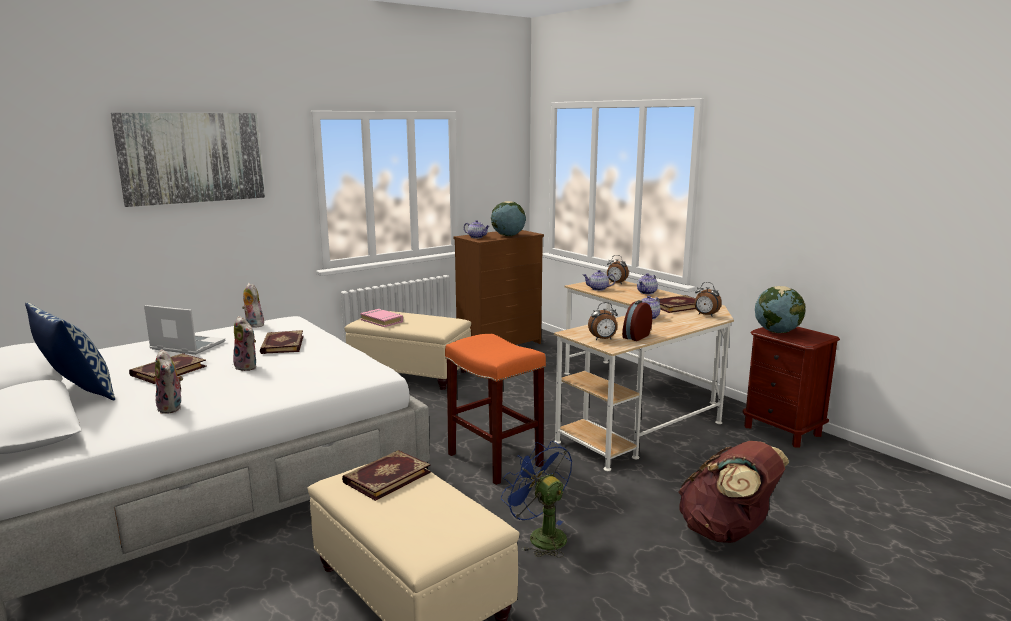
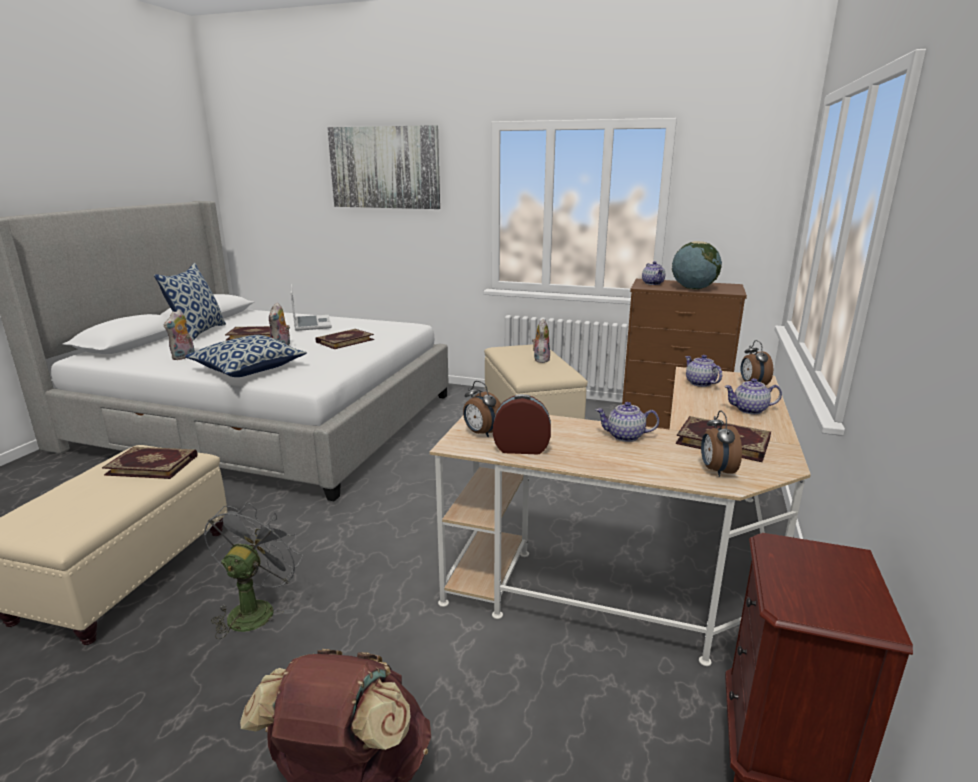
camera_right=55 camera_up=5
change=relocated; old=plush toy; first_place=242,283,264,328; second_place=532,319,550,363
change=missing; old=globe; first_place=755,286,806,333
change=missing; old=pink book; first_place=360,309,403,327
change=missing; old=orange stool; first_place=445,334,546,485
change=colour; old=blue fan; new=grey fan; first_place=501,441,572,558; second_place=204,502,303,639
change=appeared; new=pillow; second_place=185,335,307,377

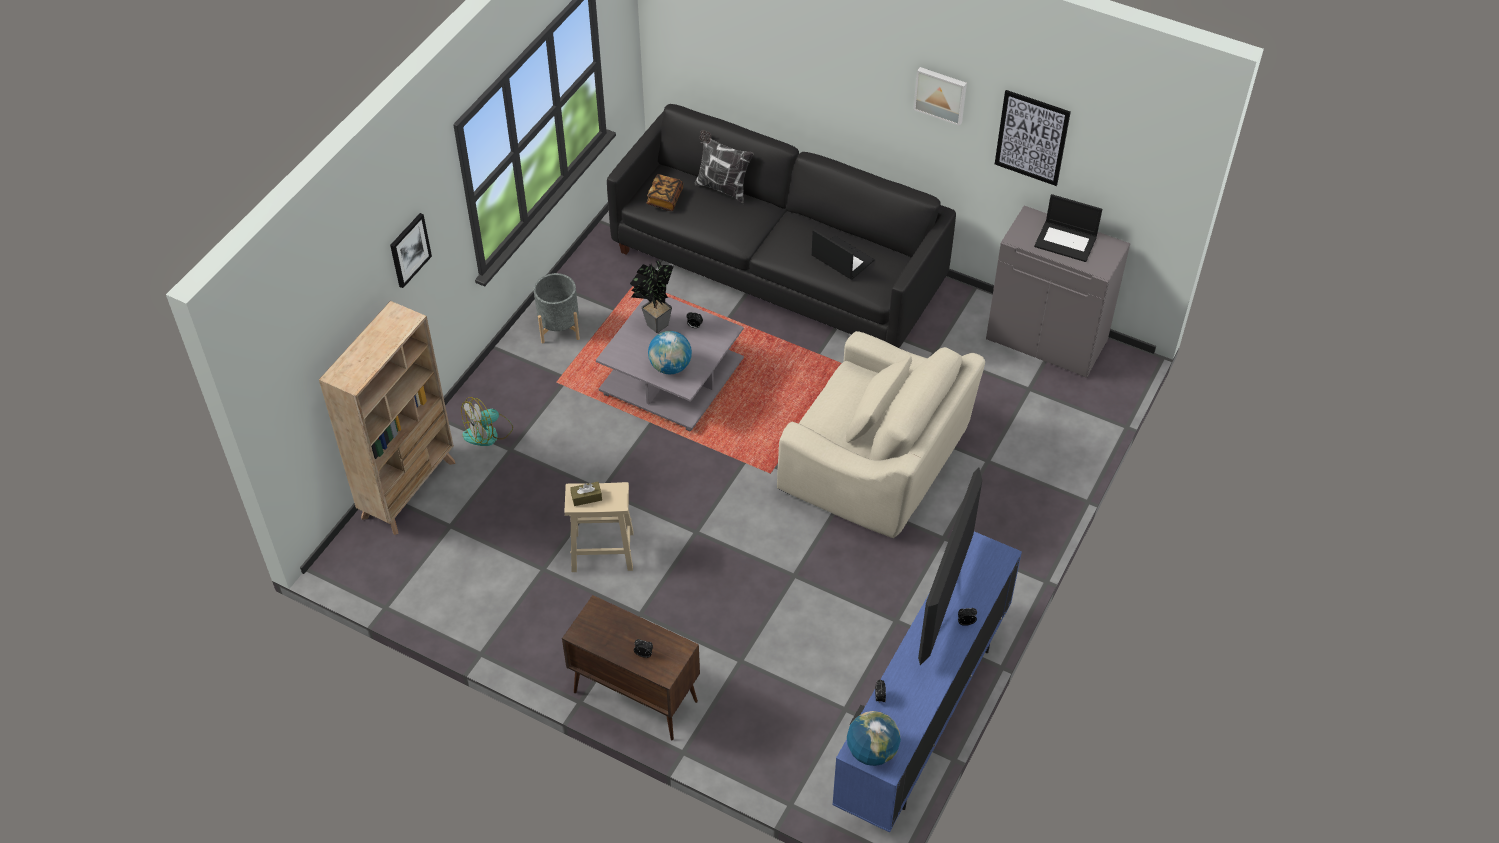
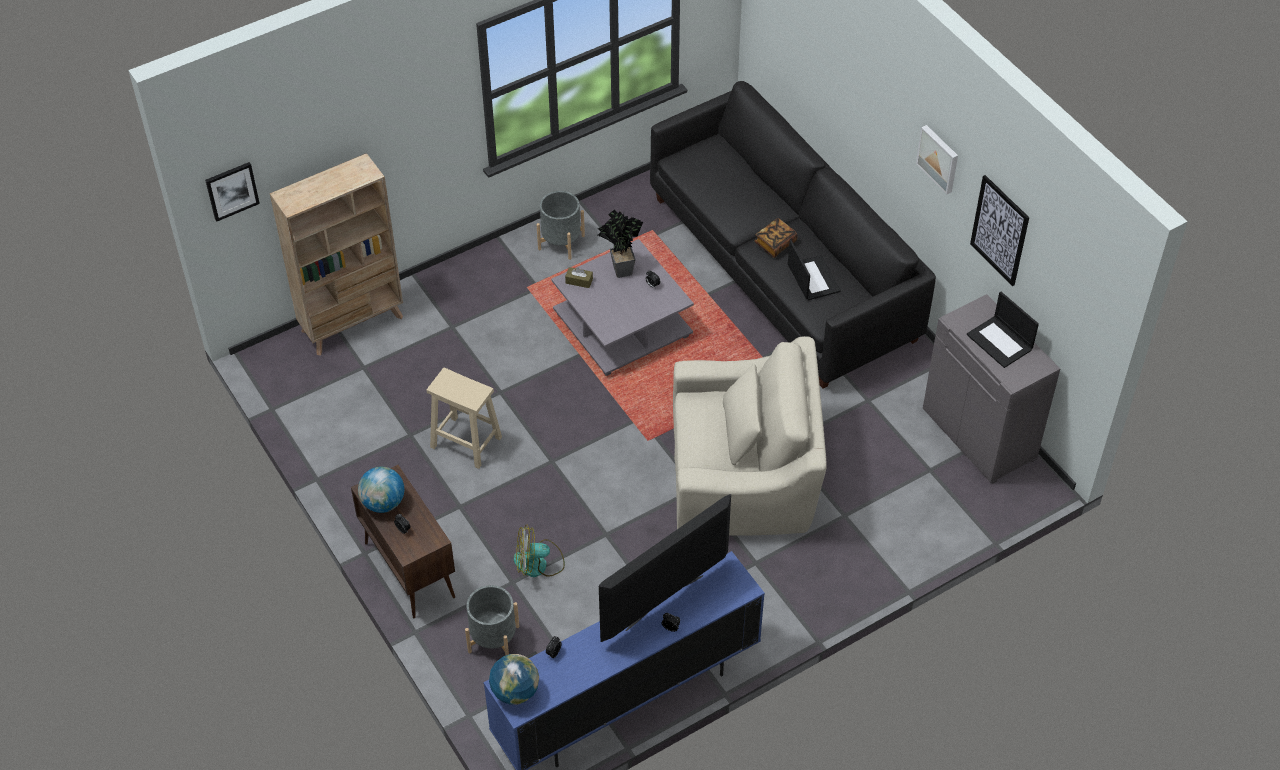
camera_right=30 camera_up=0
change=missing; old=pillow; first_place=695,130,754,204
change=relocated; old=book; first_place=646,174,683,211; second_place=755,218,798,258
change=relocated; old=picture; first_place=390,213,432,288; second_place=205,162,260,222
change=relocated; old=globe; first_place=648,331,692,374; second_place=358,467,404,513
change=spun; old=beige armchair; first_place=777,331,985,539; second_place=673,336,826,536; degrees=-60
change=relocated; old=fan; first_place=461,397,513,446; second_place=514,525,565,577
change=relocated; old=brown tissue box; first_place=570,482,602,506; second_place=565,267,593,288
change=appeared; new=grey planter; second_place=465,585,519,656

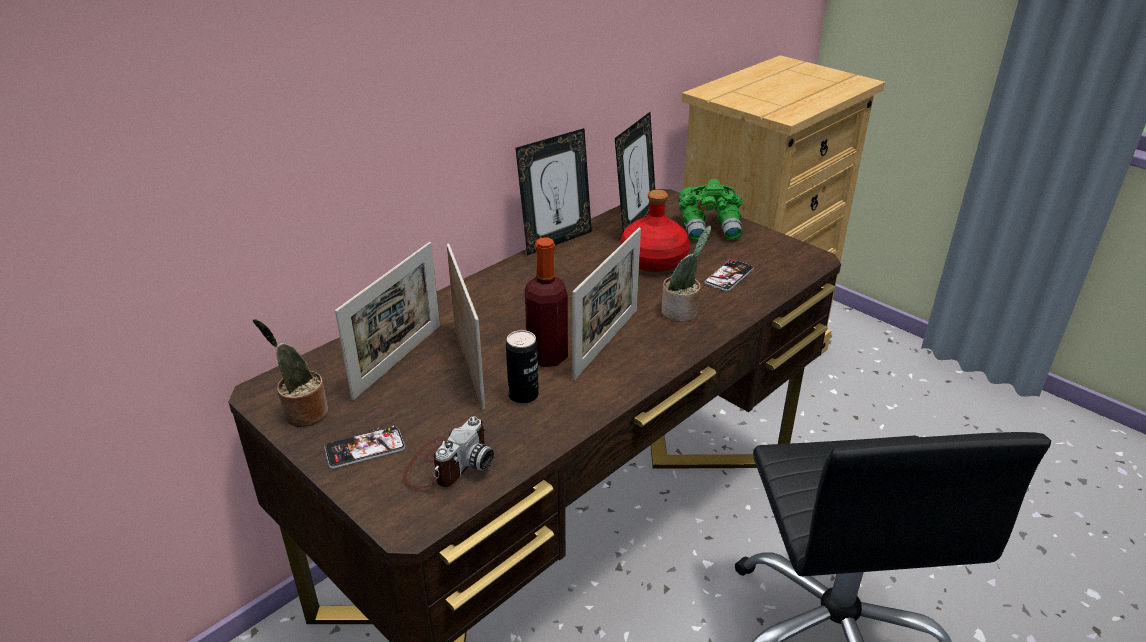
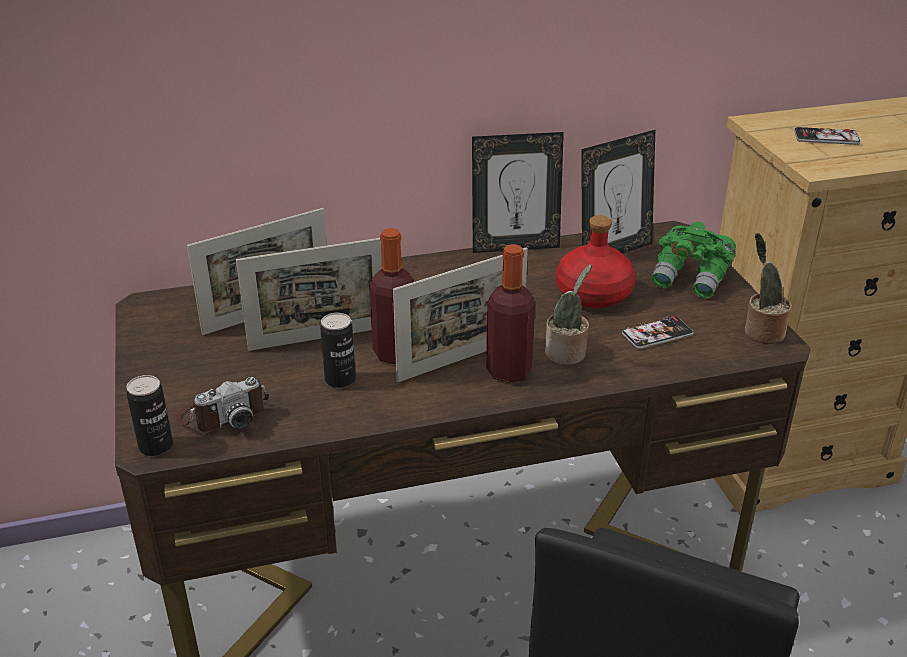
camera_right=30 camera_up=0
change=spun; old=picture frame; first_place=447,243,485,410; second_place=236,238,382,351; degrees=60
change=relocated; old=potted plant; first_place=253,319,328,427; second_place=745,233,791,344
change=relocated; old=phone; first_place=324,426,405,469; second_place=794,126,861,145
change=appeared; new=bottle; second_place=486,244,535,383
change=appeared; new=can; second_place=126,375,173,456

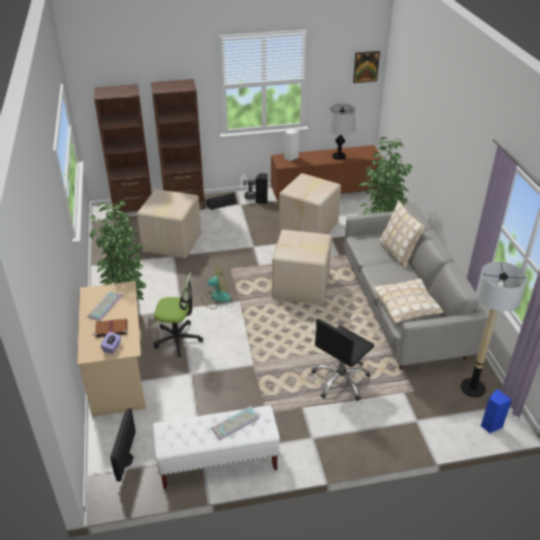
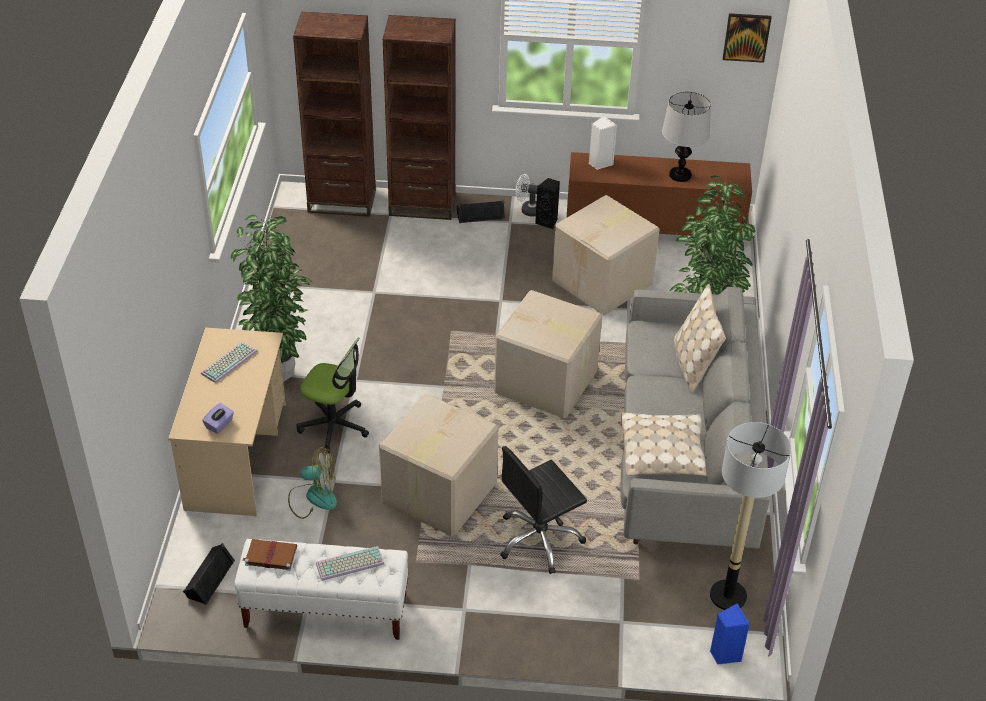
camera_right=15 camera_up=5
change=relocated; old=cardboard box; first_place=137,189,201,259; second_place=379,394,498,536
change=relocated; old=fan; first_place=201,265,231,309; second_place=288,447,337,519
change=relocated; old=brown book; first_place=92,319,127,338; second_place=243,539,297,571
change=exchanged; old=monitor; new=black speaker; first_place=110,408,136,481; second_place=183,543,235,605

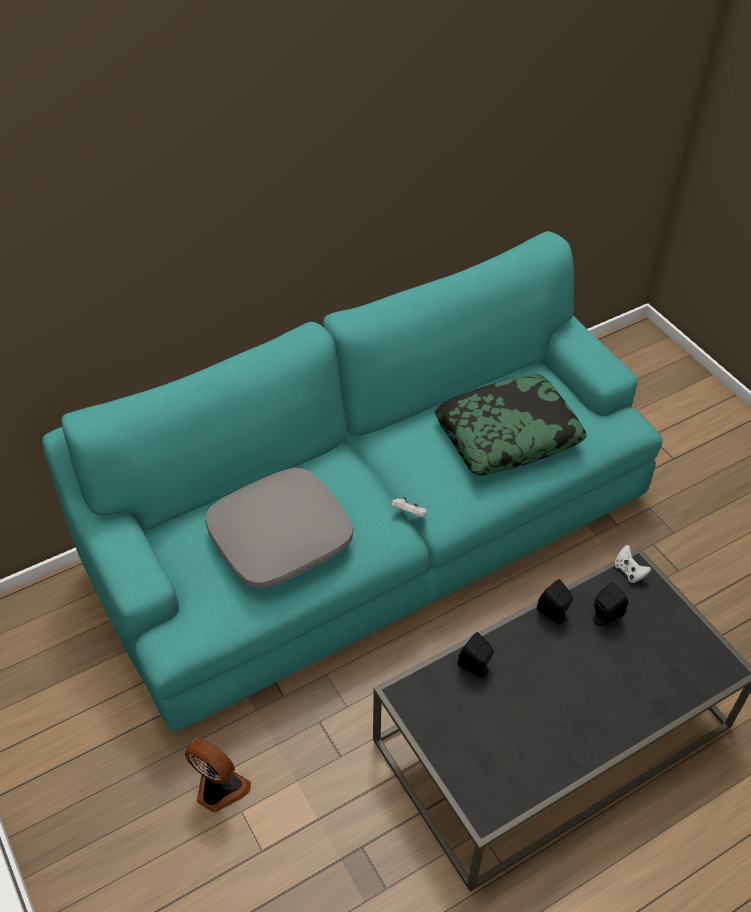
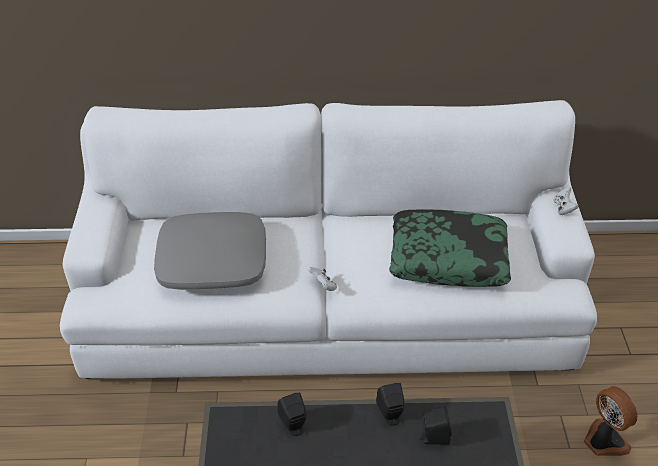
camera_right=30 camera_up=-5
change=colour; old=turquoise sofa; new=white sofa; first_place=42,231,662,731; second_place=60,100,597,379
change=relocated; old=white game controller; first_place=614,545,651,583; second_place=554,187,578,215
change=relocated; old=fan; first_place=185,738,251,813; second_place=584,386,637,456

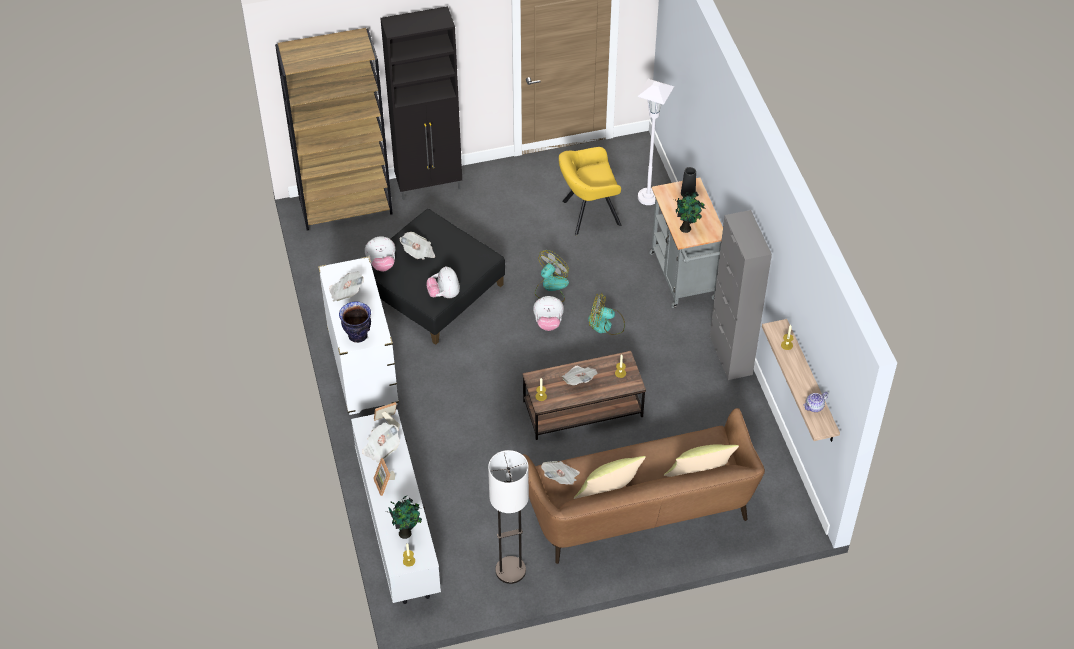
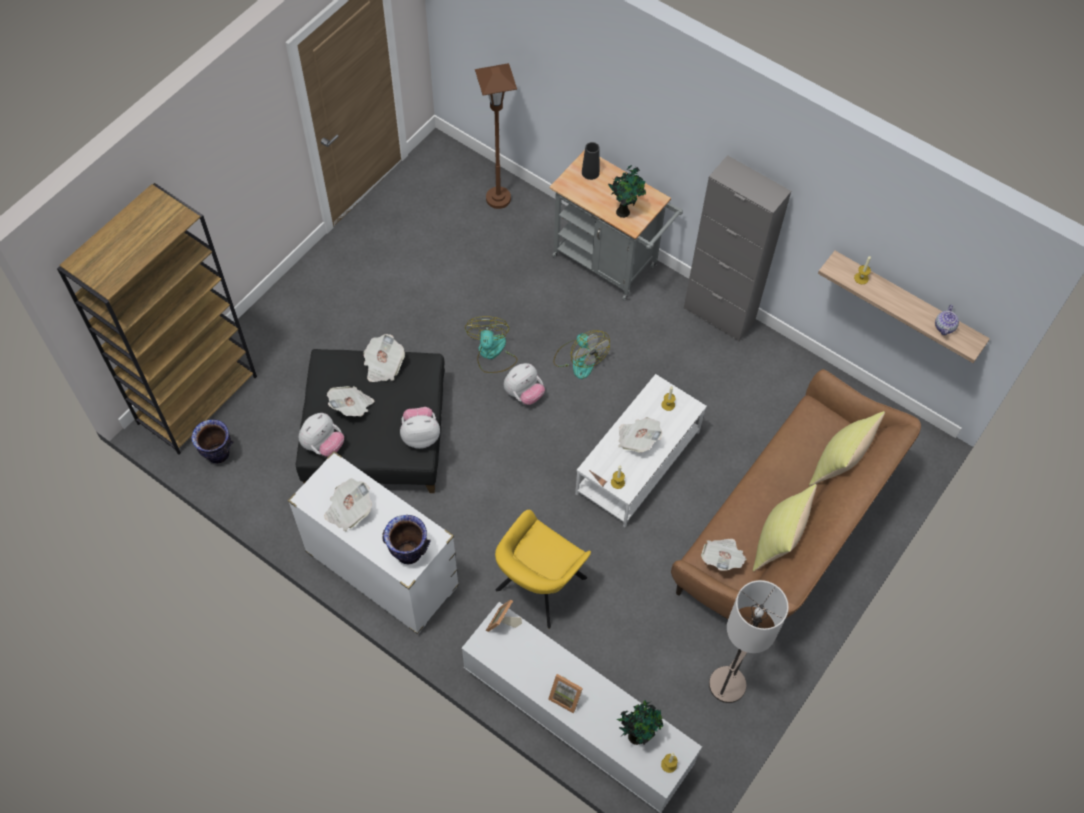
camera_right=-40 camera_up=10
change=missing; old=black cabinet; first_place=380,6,462,200
change=colour; old=white floor lamp; new=brown floor lamp; first_place=638,79,674,205; second_place=475,63,517,209
change=relocated; old=yellow armchair; first_place=559,147,621,235; second_place=495,510,591,629
change=spun; old=plush toy; first_place=427,266,460,298; second_place=400,407,440,449; degrees=135
change=spun; old=fan; first_place=588,293,625,335; second_place=553,330,610,379; degrees=-90
change=colour; old=brown coffee table; new=white coffee table; first_place=522,351,646,440; second_place=575,374,707,527
change=relocated; old=newspaper; first_place=362,422,400,463; second_place=363,334,405,382
change=appeared; new=vase; second_place=192,419,234,464

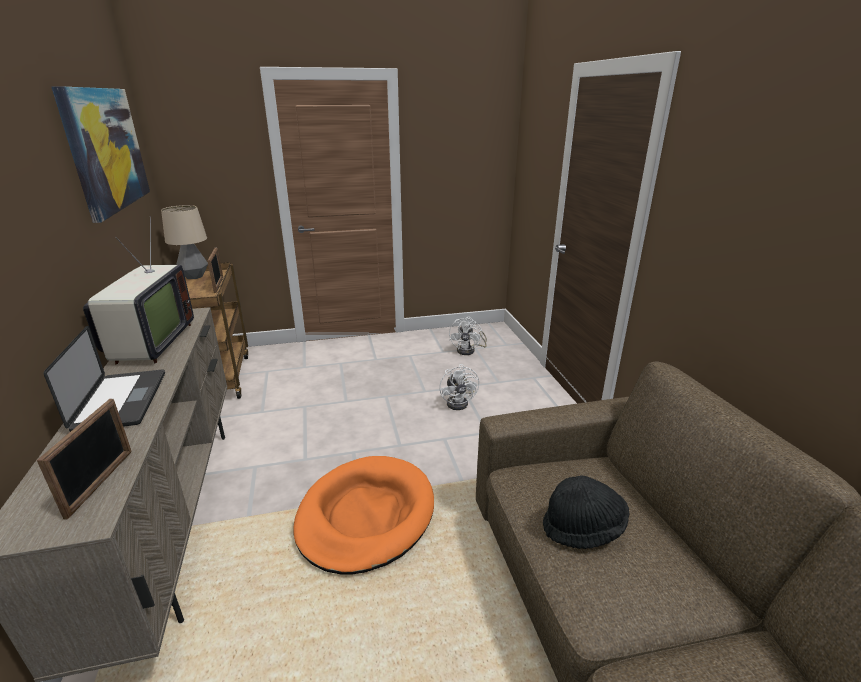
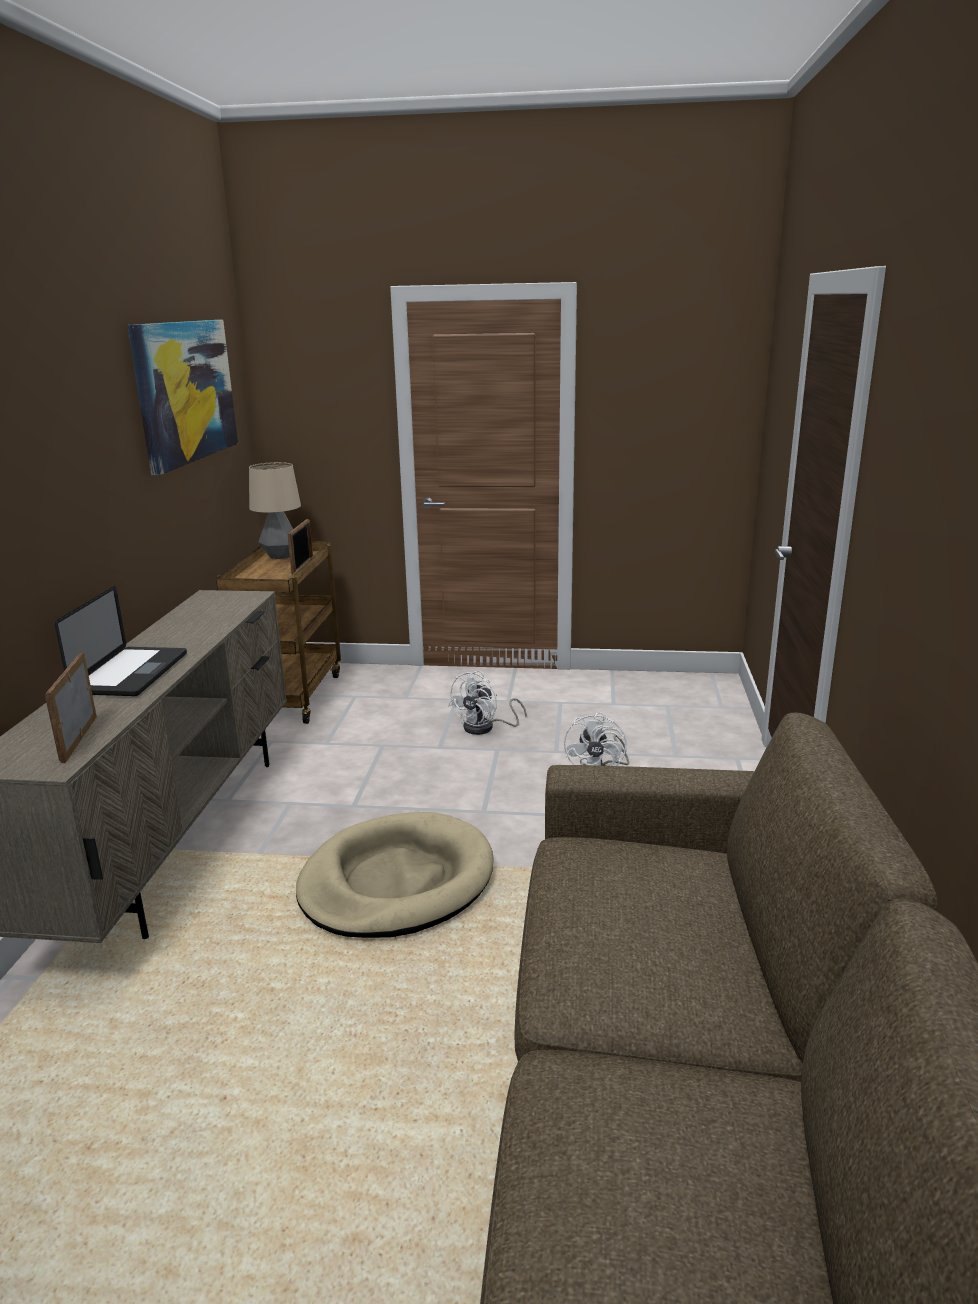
camera_right=20 camera_up=-5
change=missing; old=television; first_place=83,216,194,364
change=relocated; old=white fan; first_place=449,317,487,355; second_place=448,671,527,735
change=spun; old=picture frame; first_place=37,399,132,520; second_place=45,653,97,763; degrees=150
change=colour; old=orange dog bed; new=beige dog bed; first_place=294,456,434,575; second_place=296,812,494,938
change=missing; old=black hat; first_place=543,475,629,549

